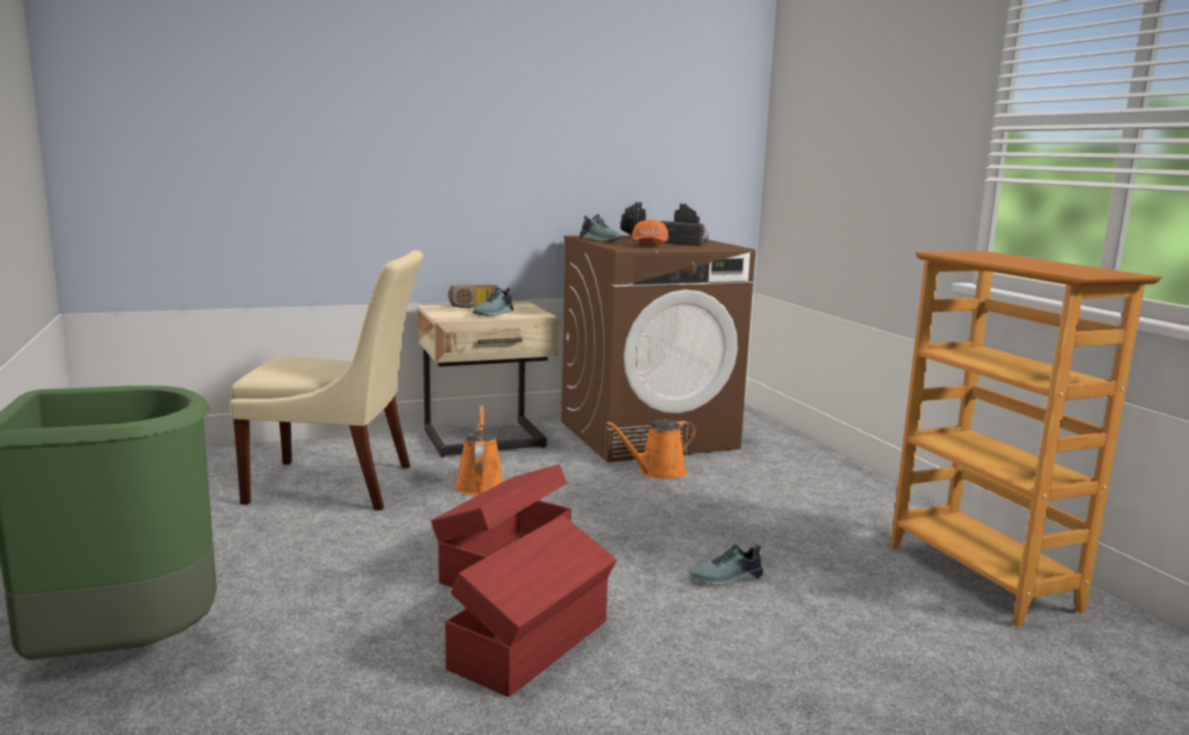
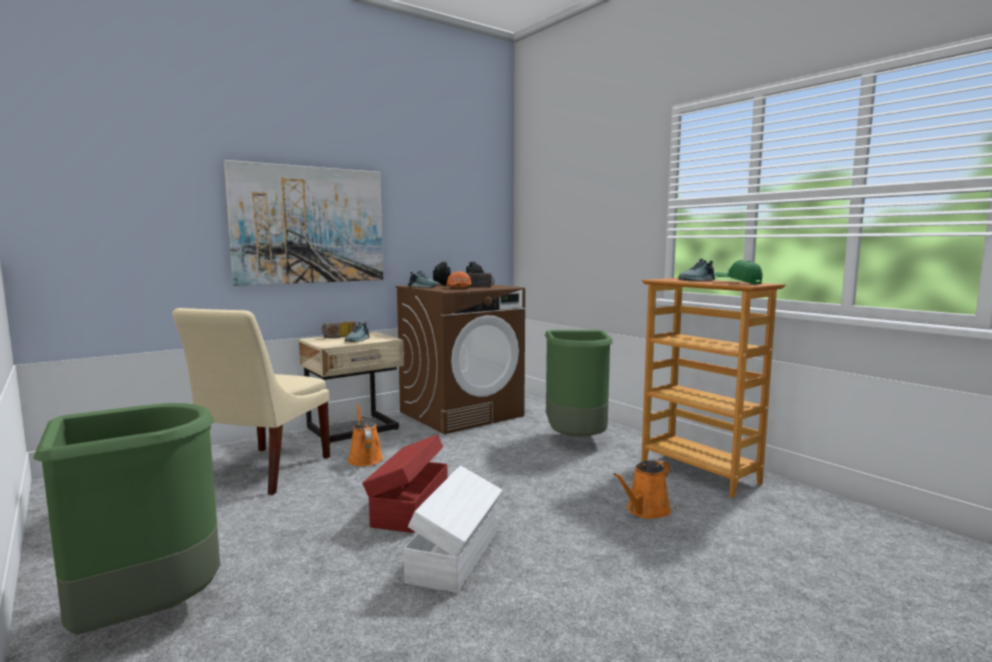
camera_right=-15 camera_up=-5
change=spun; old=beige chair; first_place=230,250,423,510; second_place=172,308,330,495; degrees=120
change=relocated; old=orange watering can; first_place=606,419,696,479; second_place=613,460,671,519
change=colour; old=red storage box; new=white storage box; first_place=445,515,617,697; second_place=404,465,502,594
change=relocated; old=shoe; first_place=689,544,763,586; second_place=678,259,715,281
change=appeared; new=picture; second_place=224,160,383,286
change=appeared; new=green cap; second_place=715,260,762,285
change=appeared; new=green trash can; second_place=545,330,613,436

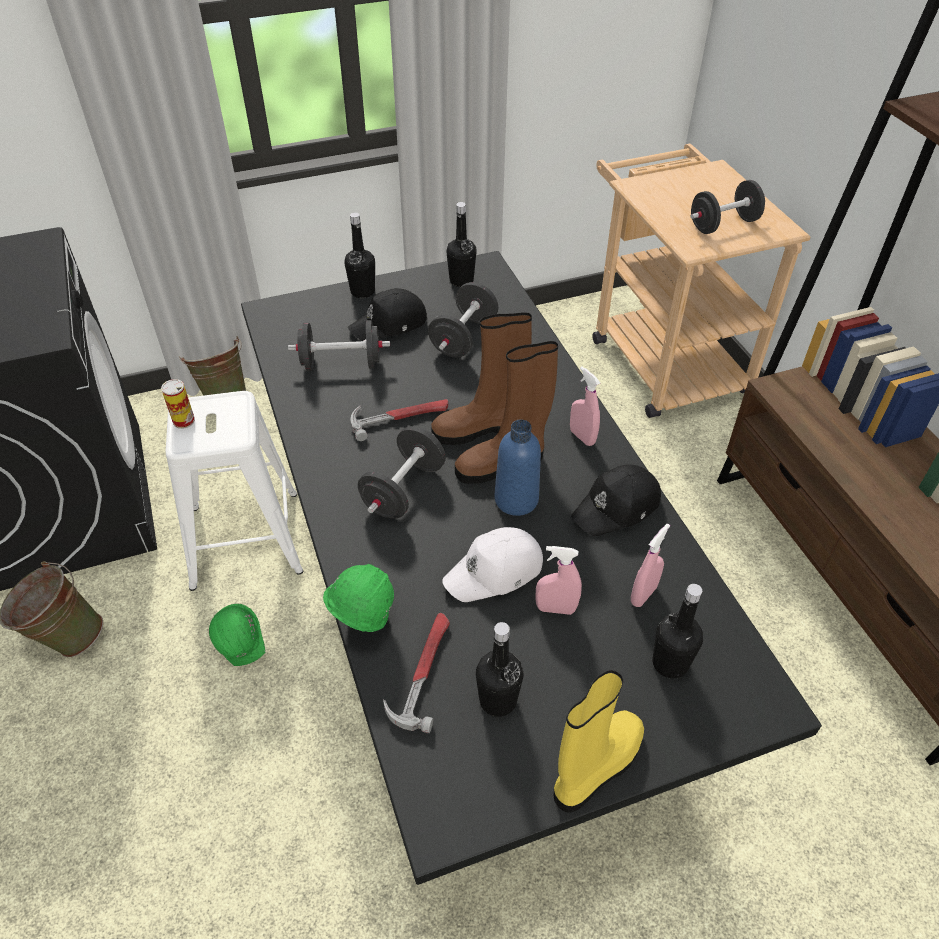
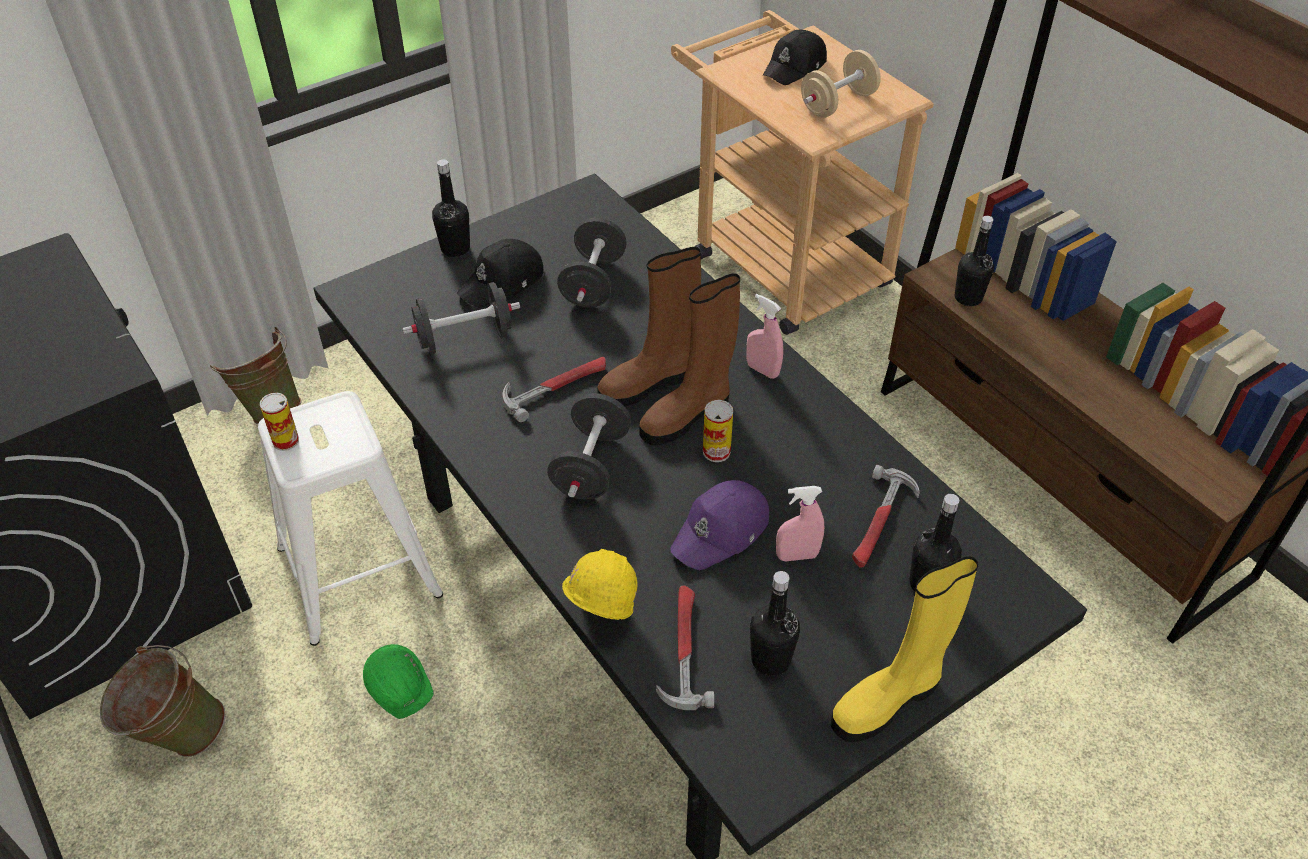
camera_right=-15 camera_up=0
change=colour; old=black dumbbell; new=beige dumbbell; first_place=691,180,765,234; second_place=801,50,881,118
change=relocated; old=black bottle; first_place=446,202,477,287; second_place=955,216,994,306
change=exchanged; old=blue bottle; new=can; first_place=494,419,541,516; second_place=703,400,733,462
change=relocated; old=black cap; first_place=571,465,661,536; second_place=763,30,827,85
change=exchanged; old=pink spray bottle; new=hammer; first_place=631,524,670,607; second_place=852,465,920,568
change=colour; old=white cap; new=purple cap; first_place=442,527,543,602; second_place=670,480,769,570
change=colour; old=green hard hat; new=yellow hard hat; first_place=323,564,394,632; second_place=562,549,637,620
change=spun; old=yellow boot; first_place=554,670,644,813; second_place=831,556,979,742; degrees=-150

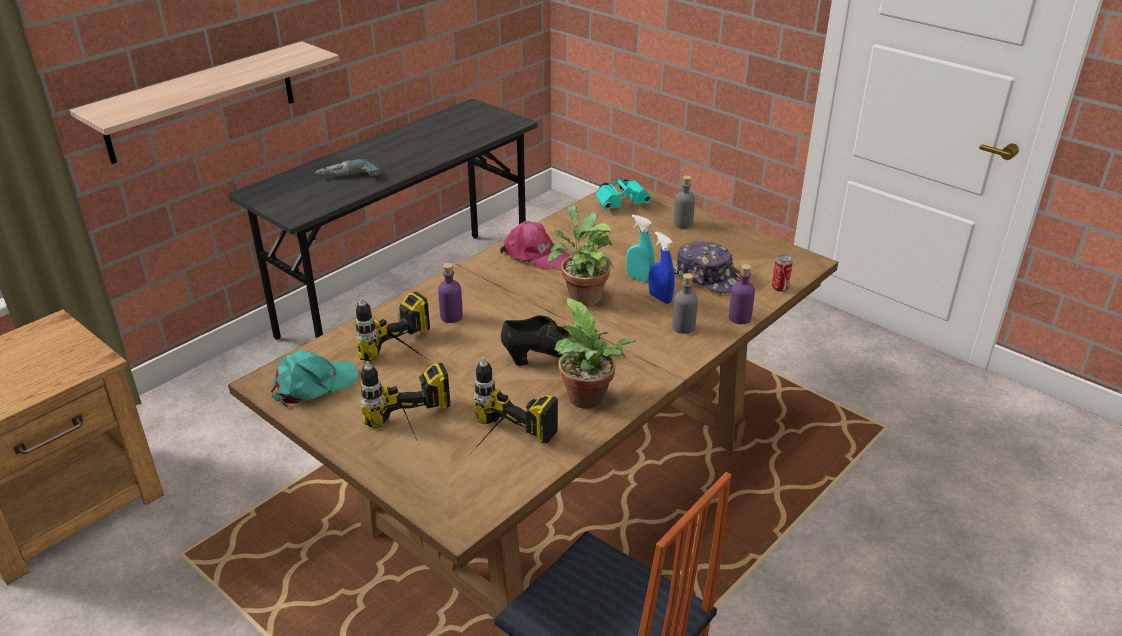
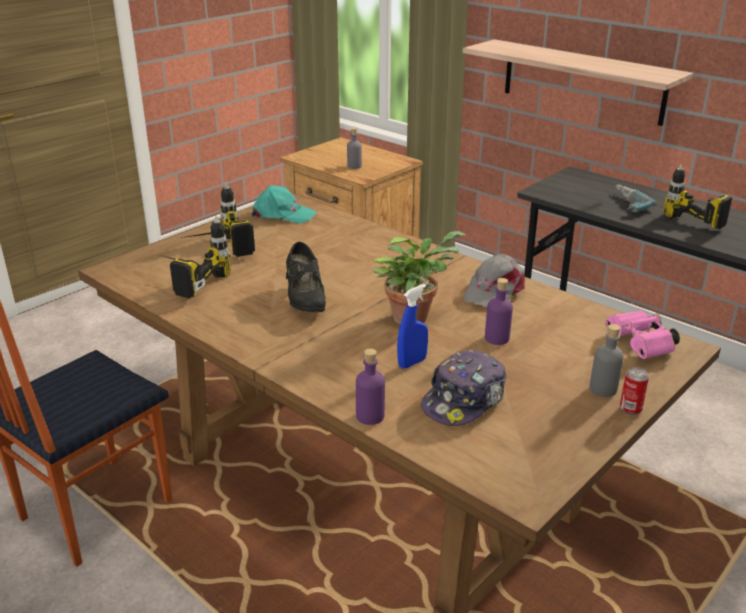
camera_right=90 camera_up=-5
change=colour; old=turquoise binoculars; new=pink binoculars; first_place=595,177,652,210; second_place=605,310,680,359
change=missing; old=turquoise spray bottle; first_place=626,215,655,283
change=colour; old=pink cap; new=grey cap; first_place=500,221,569,270; second_place=463,254,525,307
change=relocated; old=can; first_place=772,255,793,292; second_place=620,367,649,415
change=relocated; old=purple bottle; first_place=438,263,463,323; second_place=485,278,513,345
change=relocated; old=grey bottle; first_place=672,273,698,334; second_place=347,128,362,169
change=relocated; old=power drill; first_place=356,291,430,361; second_place=663,164,732,229
change=missing; old=potted plant; first_place=554,298,636,409
change=spun; old=turquoise cap; first_place=271,350,359,407; second_place=252,185,317,224; degrees=-45

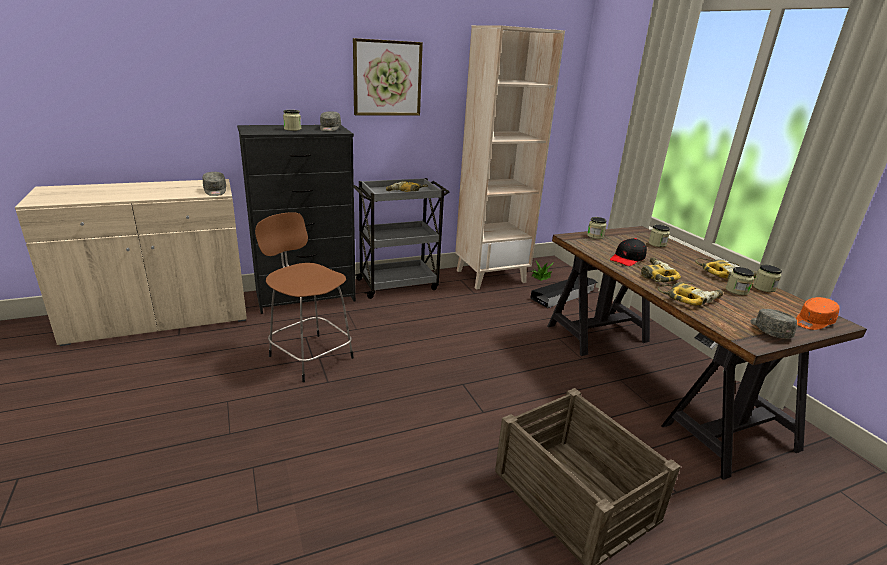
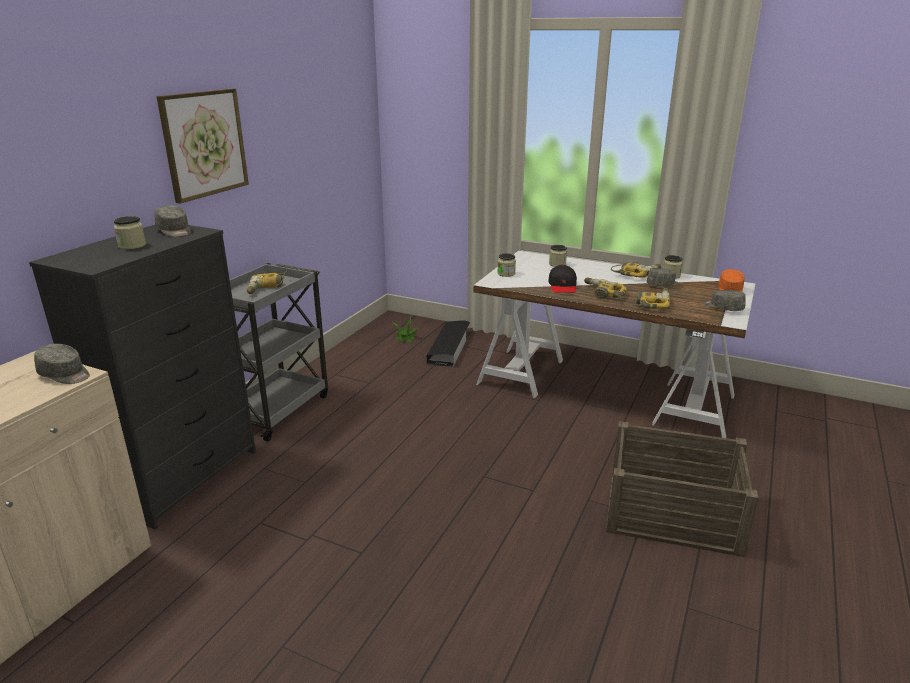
camera_right=-40 camera_up=0
change=missing; old=beige bookcase; first_place=455,25,565,290
change=missing; old=brown stool; first_place=255,212,354,382
change=colour; old=brown desk; new=white desk; first_place=547,226,867,480; second_place=473,251,755,438
change=exchanged; old=jar; new=grey cap; first_place=726,267,754,295; second_place=646,268,679,287

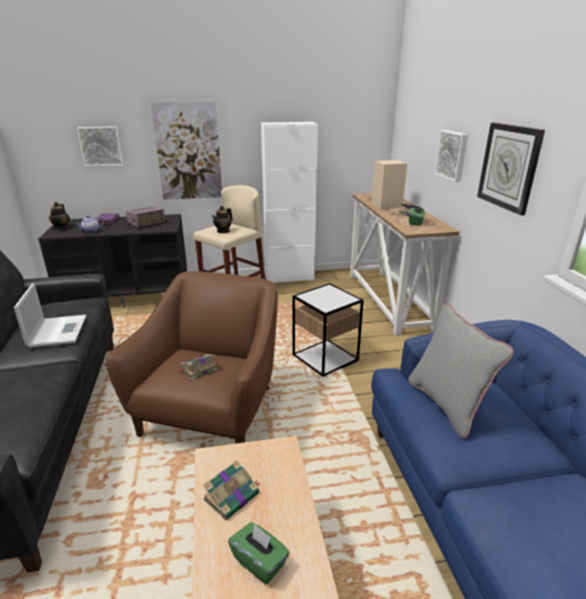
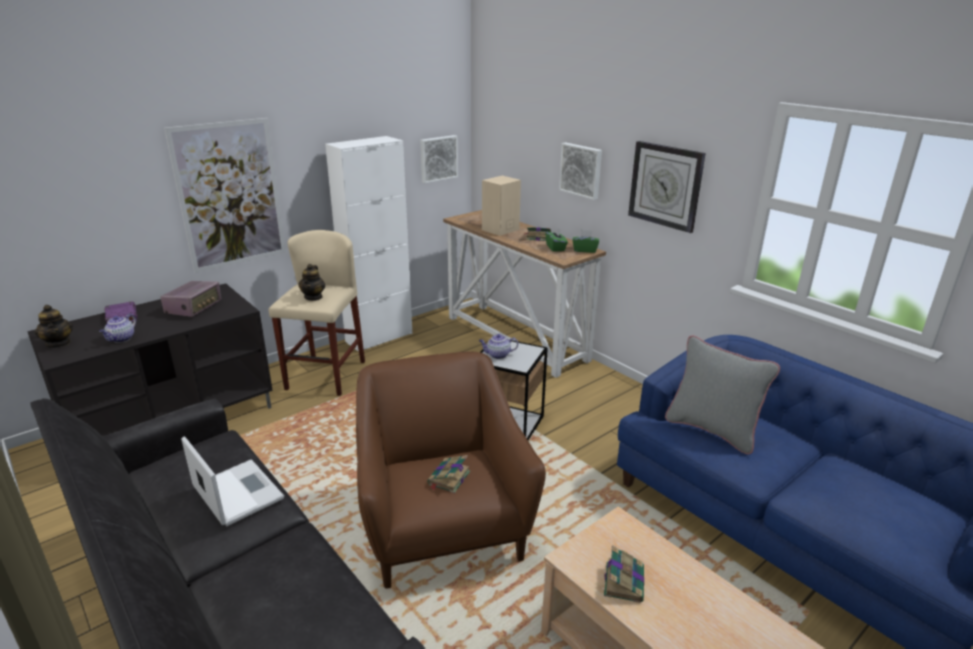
camera_right=-30 camera_up=0
change=relocated; old=picture; first_place=77,126,123,167; second_place=420,135,458,183
change=relocated; old=green tissue box; first_place=228,522,290,584; second_place=572,230,599,253
change=appeared; new=teapot; second_place=479,334,518,359

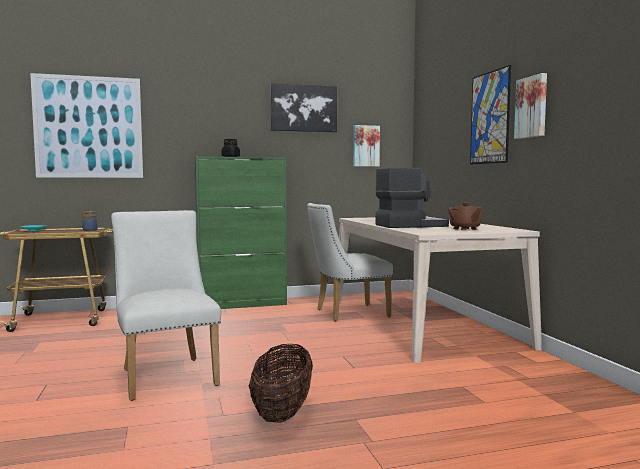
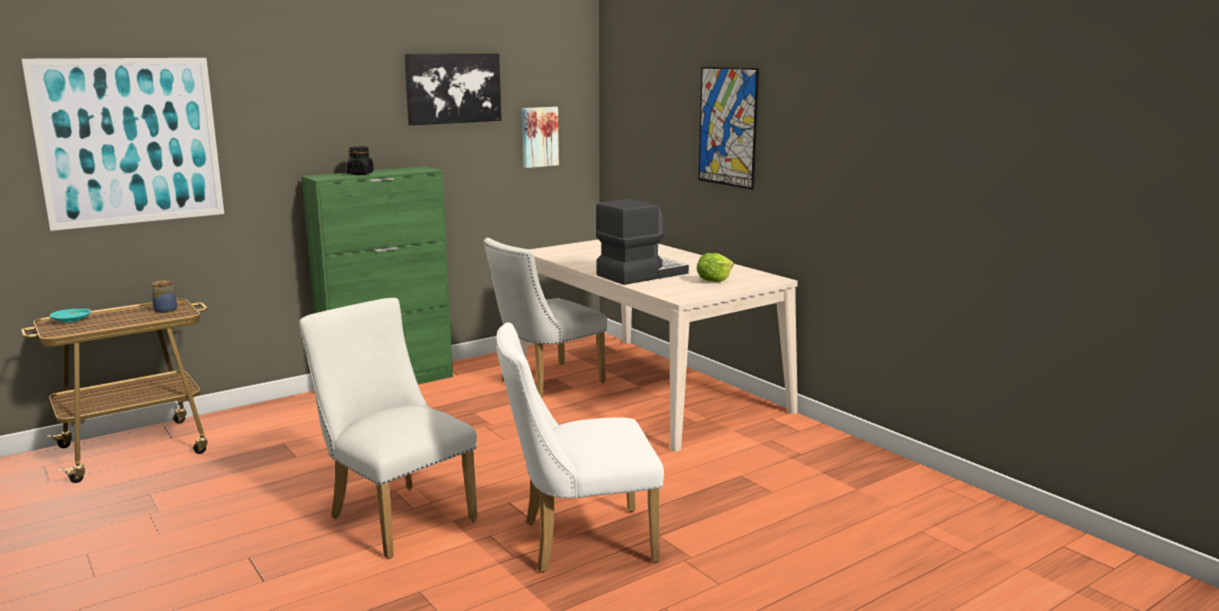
camera_right=-20 camera_up=10
change=missing; old=picture; first_place=514,73,547,139
change=exchanged; old=brown teapot; new=lettuce; first_place=448,202,483,230; second_place=697,253,734,282
change=exchanged; old=basket; new=white chair; first_place=249,344,313,423; second_place=496,322,664,572

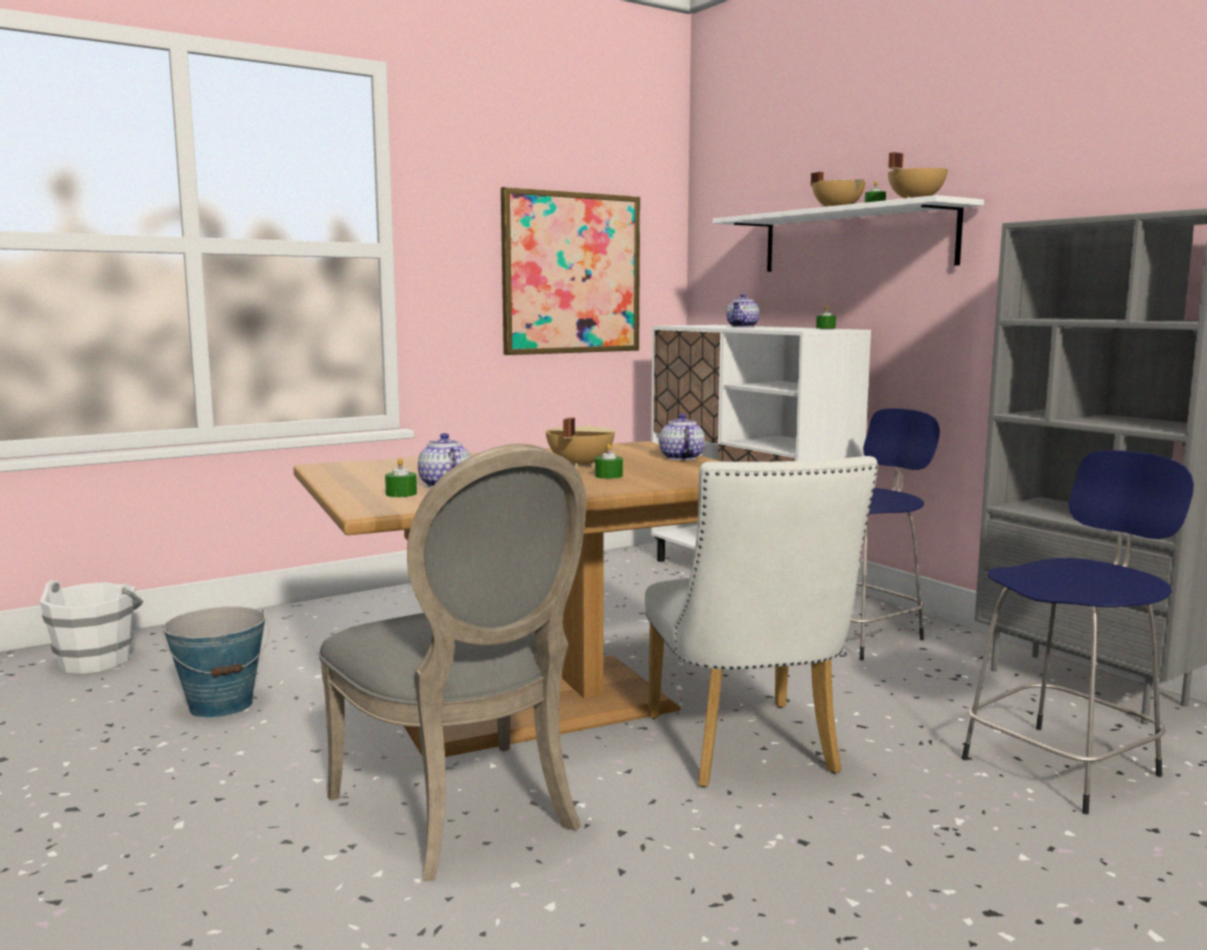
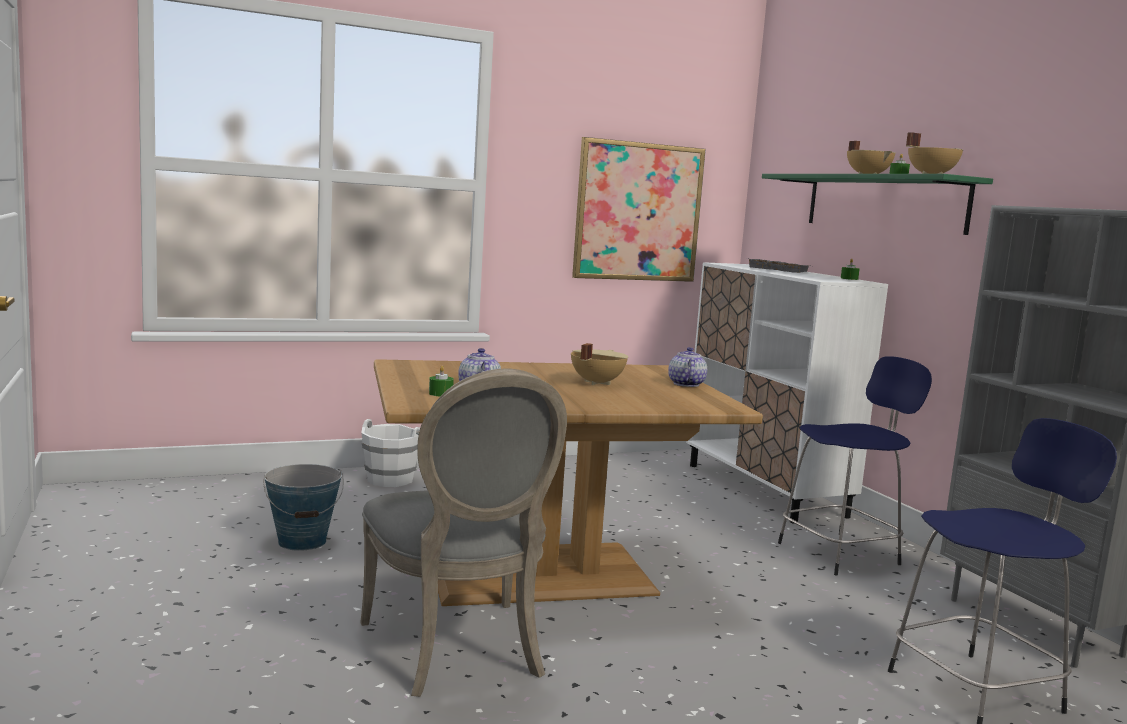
camera_right=10 camera_up=0
change=colour; old=white shelf; new=green shelf; first_place=712,195,984,272; second_place=762,174,993,235
change=exchanged; old=teapot; new=grey tray; first_place=726,294,760,327; second_place=747,258,809,273
change=missing; old=green candle; first_place=595,443,623,479
change=missing; old=white chair; first_place=645,456,878,787
change=relocated; old=white bucket; first_place=40,580,143,674; second_place=361,419,420,487

